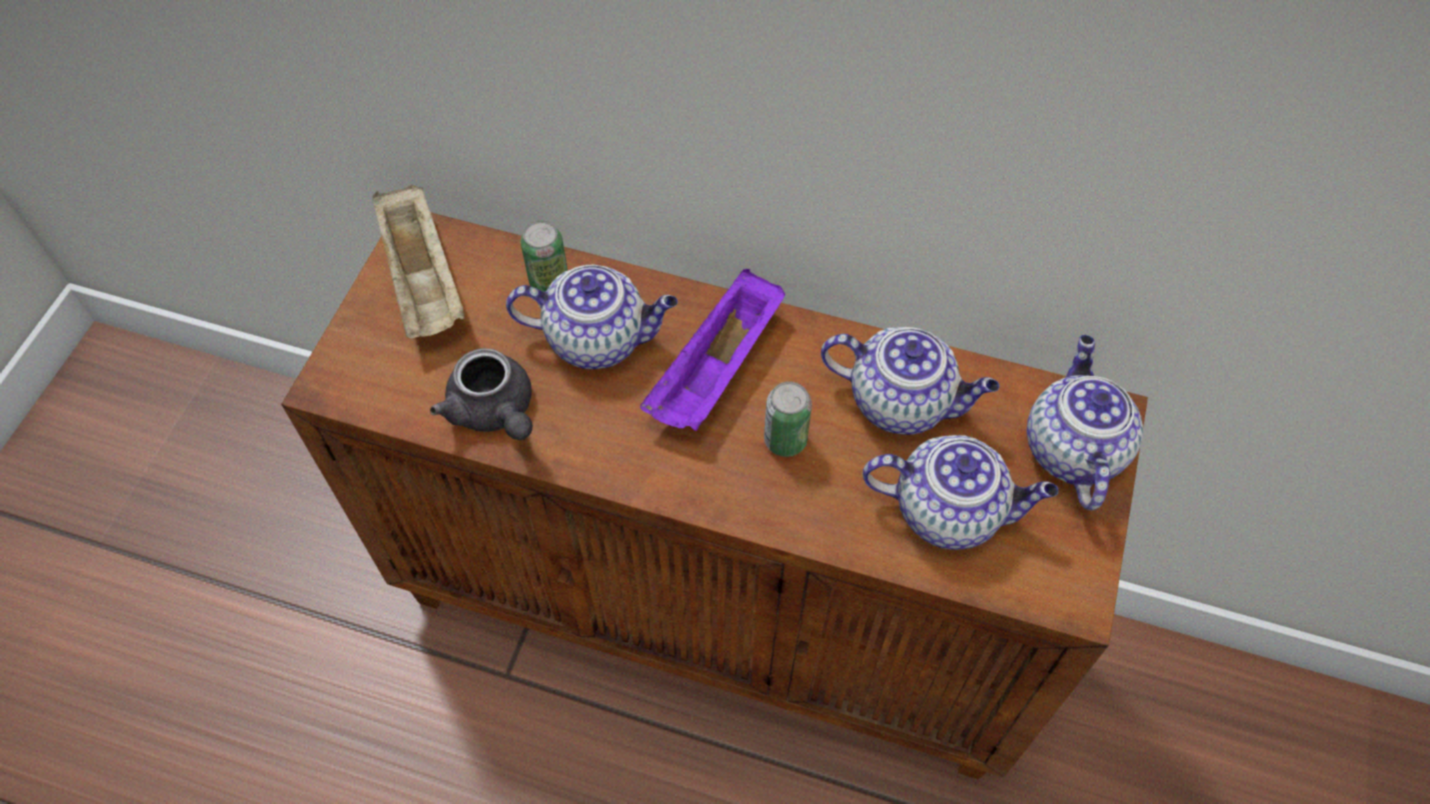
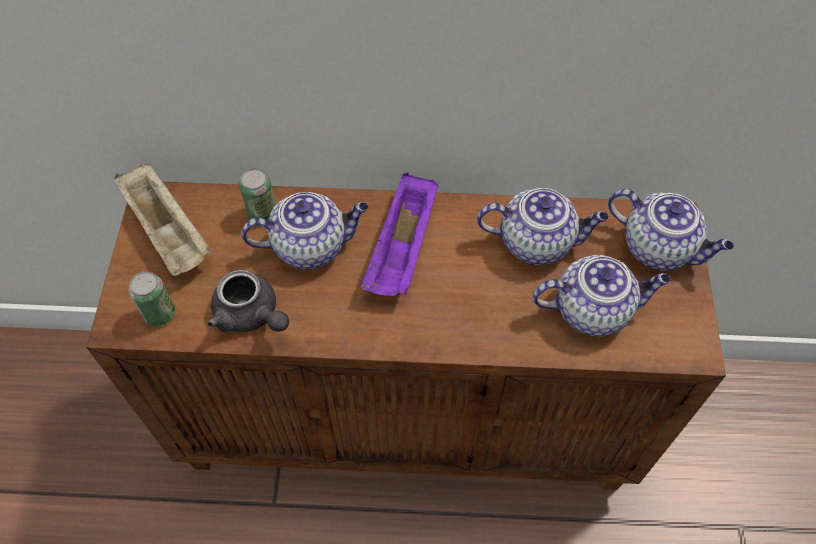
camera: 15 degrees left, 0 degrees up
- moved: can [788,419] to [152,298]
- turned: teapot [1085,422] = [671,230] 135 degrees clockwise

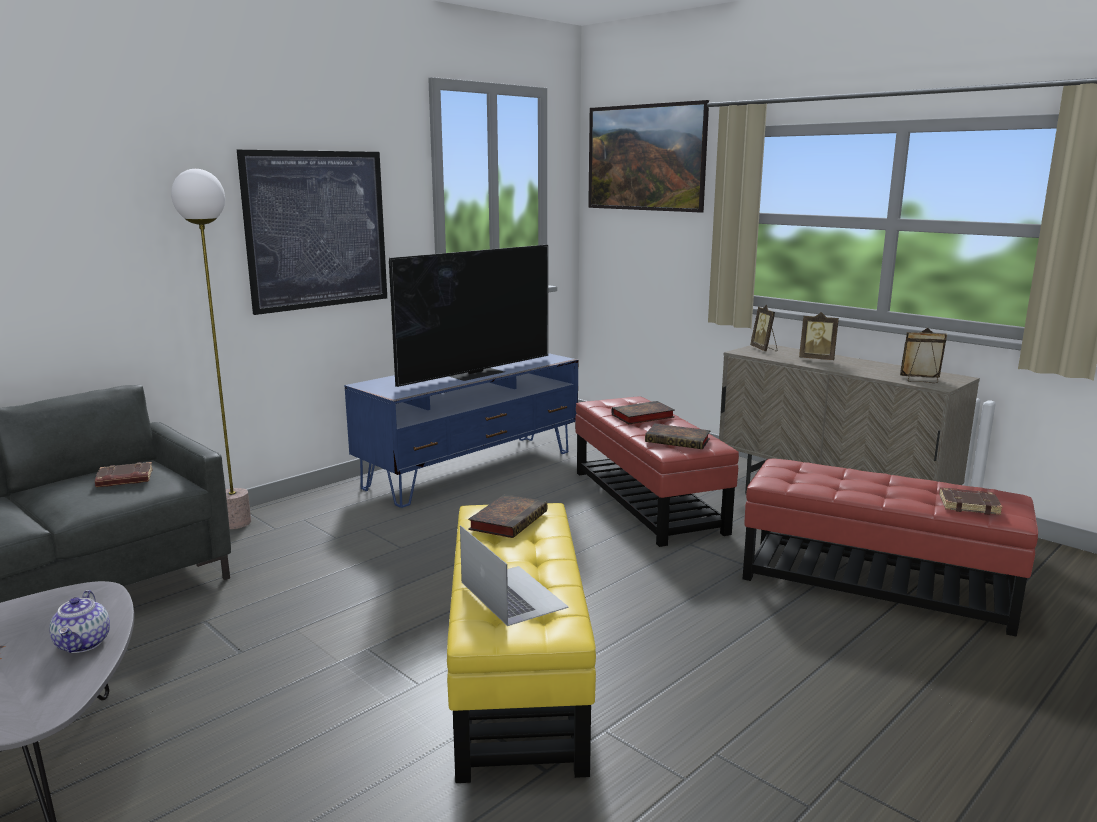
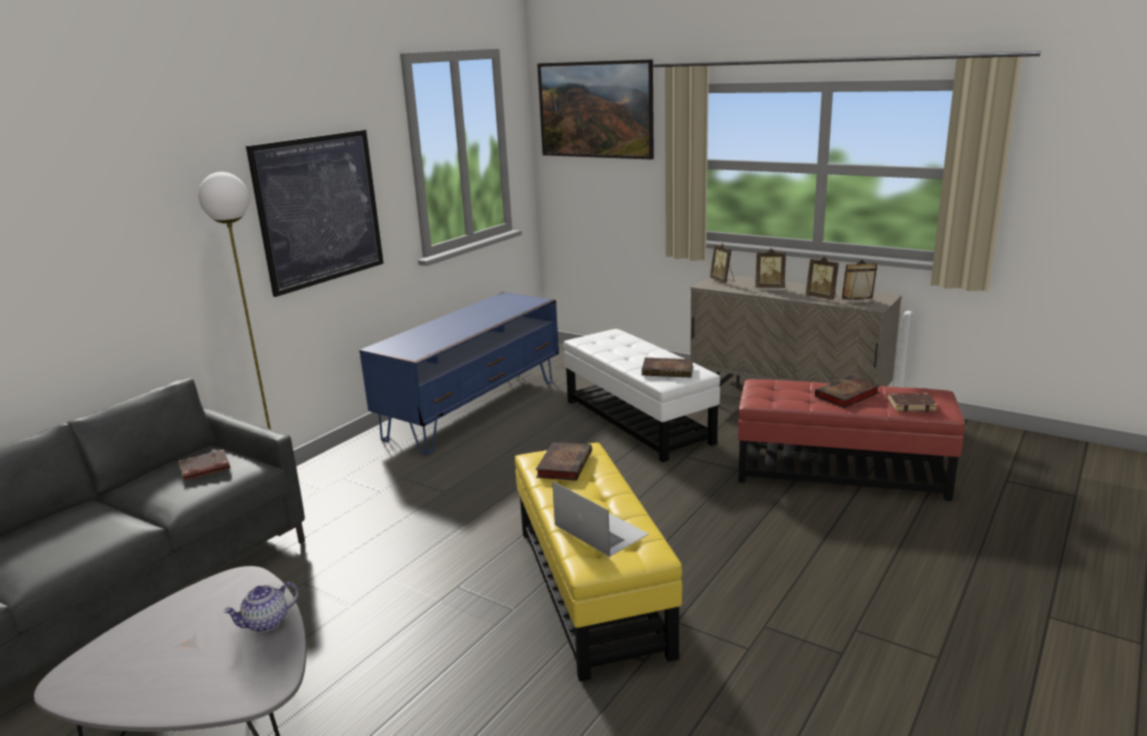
camera: 10 degrees left, 5 degrees up
- turned: teapot [79,621] = [261,607] 75 degrees clockwise
- recoloured: ottoman/red [657,472] to ottoman/white [641,395]
- added: picture frame [822,278]
- moved: book [642,412] to [847,391]
- removed: television [468,316]

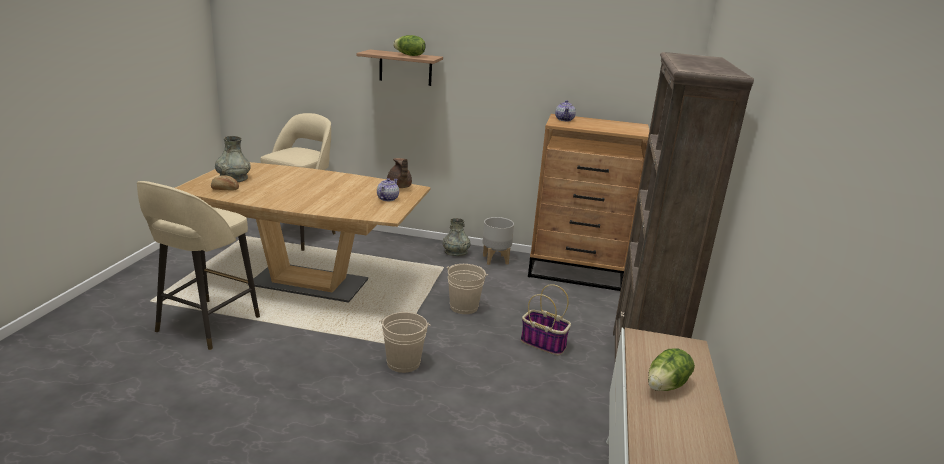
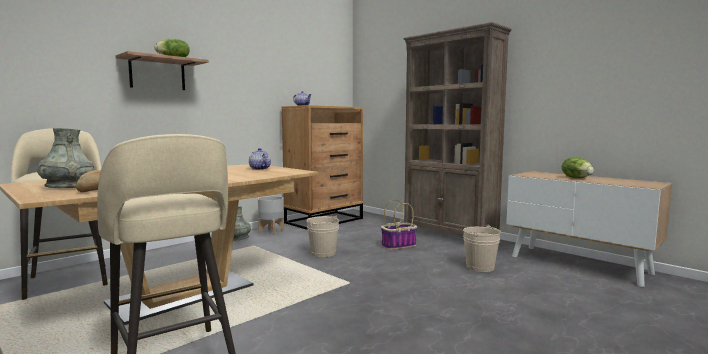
camera: 55 degrees left, 15 degrees down
- moved: bucket/beige [404,342] to [482,248]
- removed: teapot/brown [399,173]

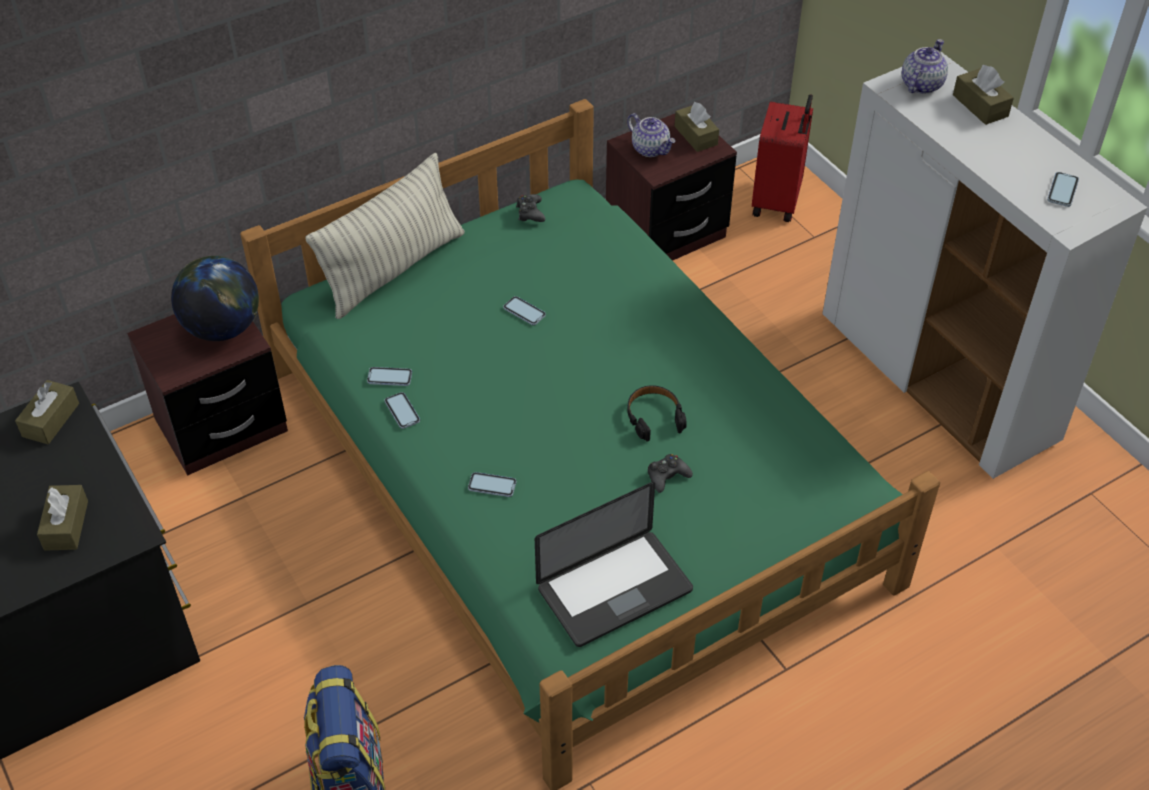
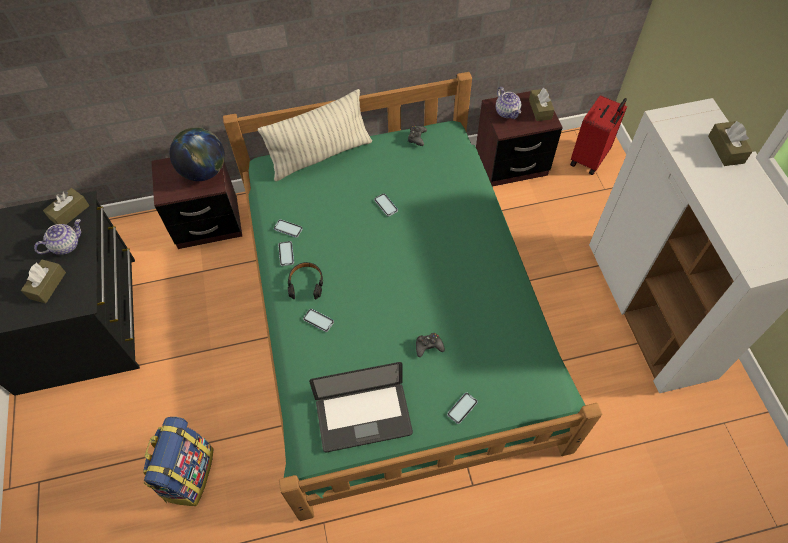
camera: 20 degrees right, 10 degrees up
- moved: teapot [925,66] to [57,237]
- moved: headphones/black [657,413] to [305,280]
- moved: phone [1063,189] to [462,408]

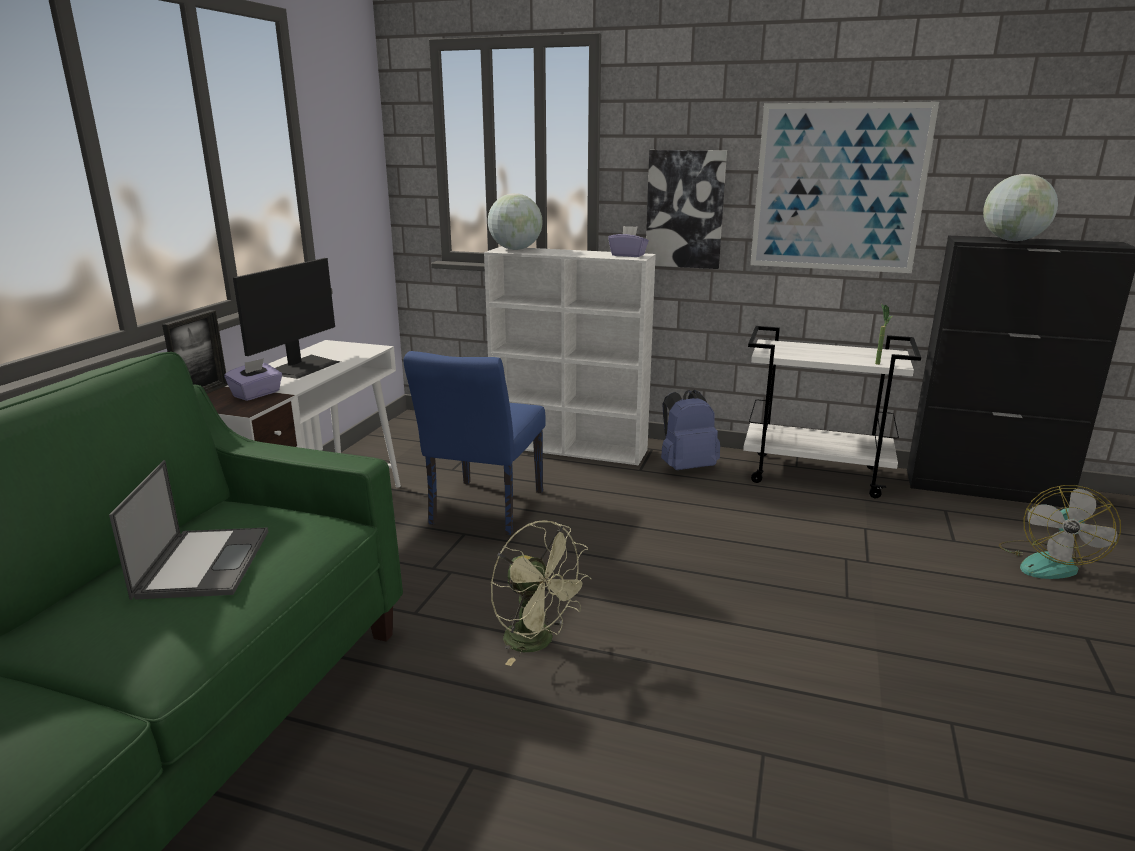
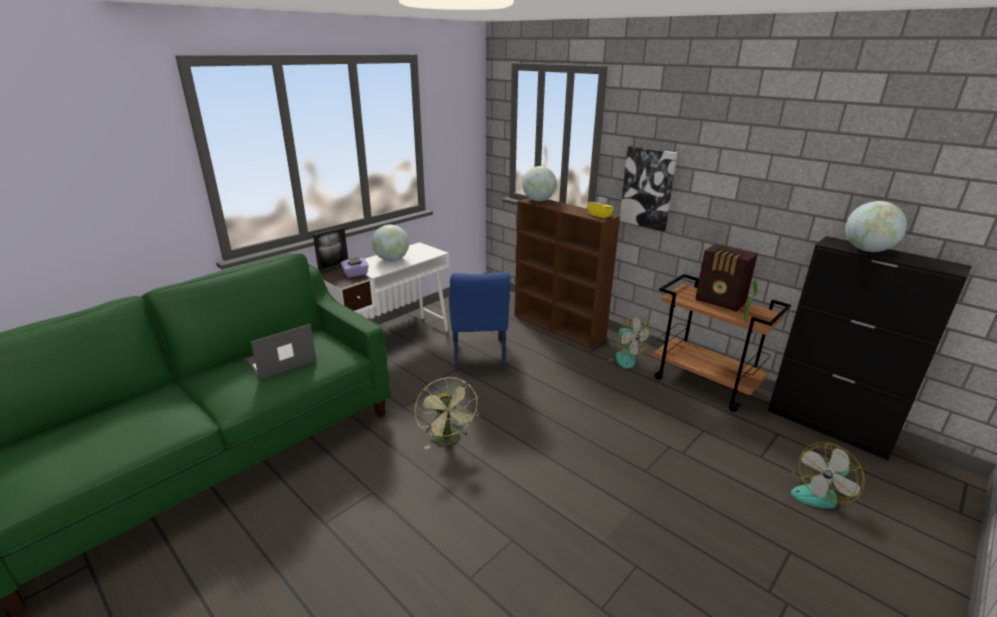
camera: 25 degrees right, 5 degrees up
- turned: laptop [188,530] = [281,352] 150 degrees counterclockwise
- replaced: monitor [287,318] to globe [390,243]
- turned: chair/blue [475,443] = [479,321] 45 degrees counterclockwise
- recoloured: bookcase/white [570,355] to bookcase/brown [567,273]
- recoloured: tissue box/purple [628,241] to tissue box/yellow [600,207]
- replaced: backpack/blue [690,430] to fan [624,342]
- recoloured: cart/white [832,412] to cart/brown [721,343]
- added: radio [726,278]
- removed: picture [844,187]

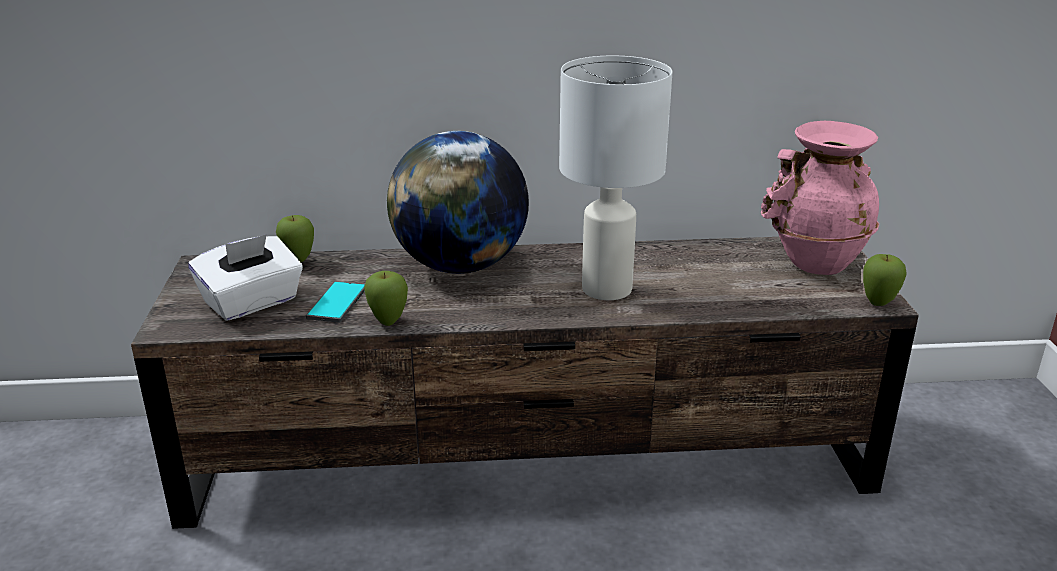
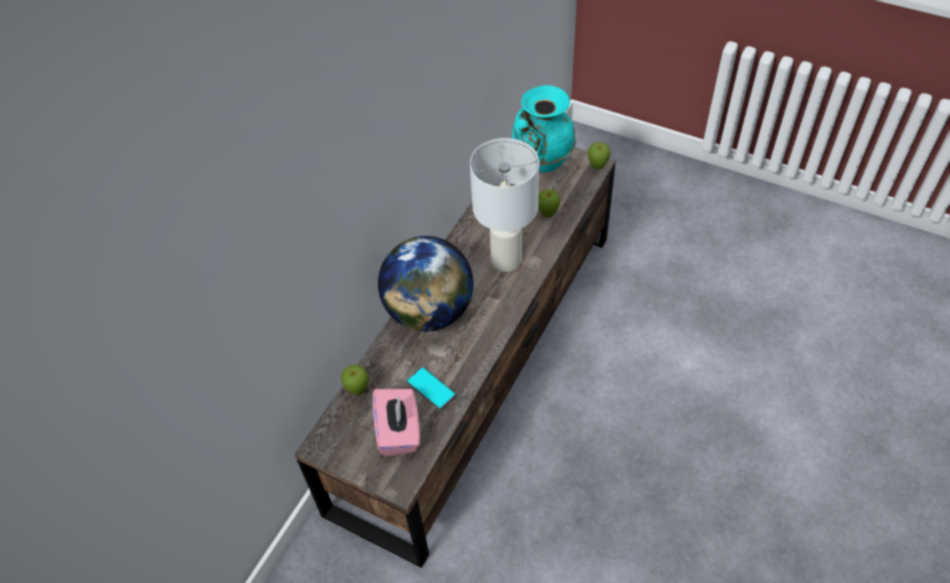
camera: 55 degrees left, 25 degrees up
- recoloured: tissue box/white [245,277] to tissue box/pink [396,422]
- recoloured: vase/pink [820,198] to vase/turquoise [544,128]
- moved: apple [386,298] to [549,204]

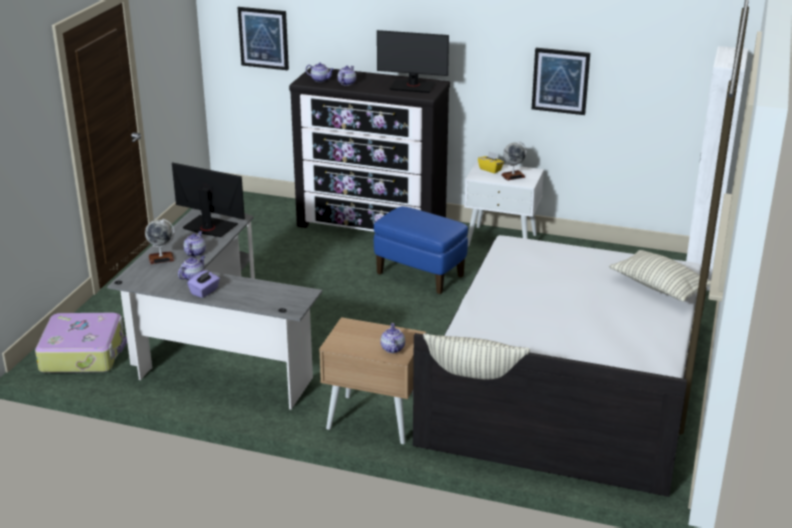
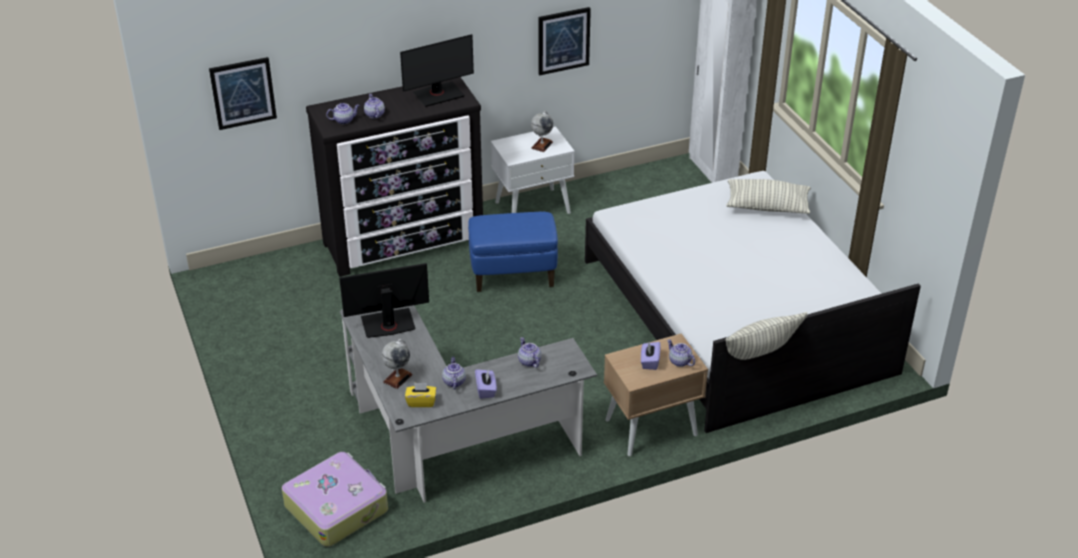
camera: 40 degrees left, 10 degrees up
- moved: tissue box/yellow [491,162] to [420,394]
- moved: teapot [194,244] to [529,352]
- added: tissue box/purple [651,356]

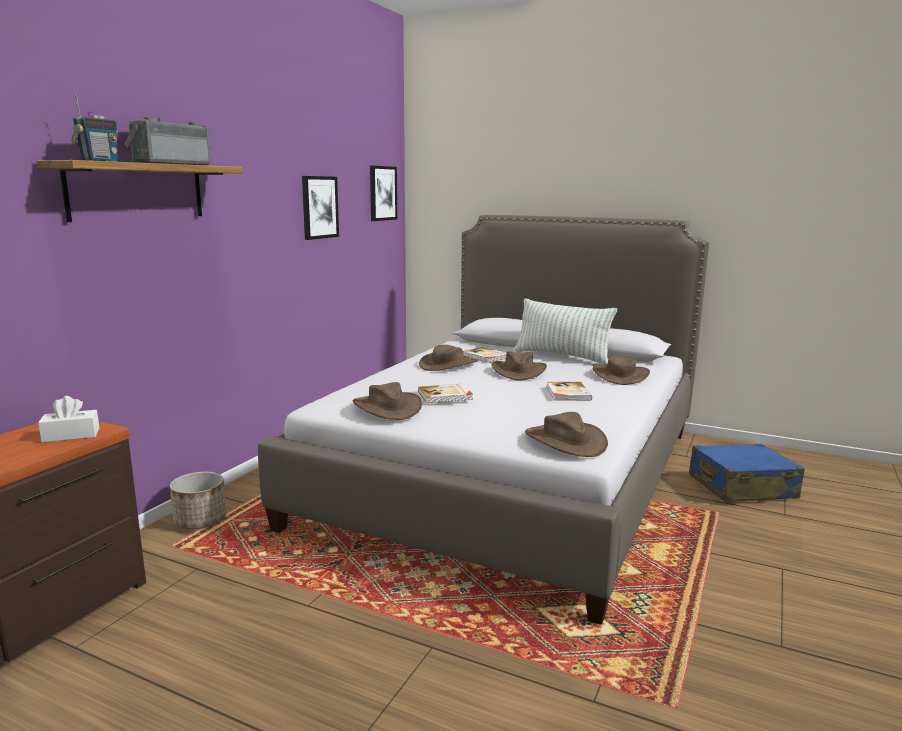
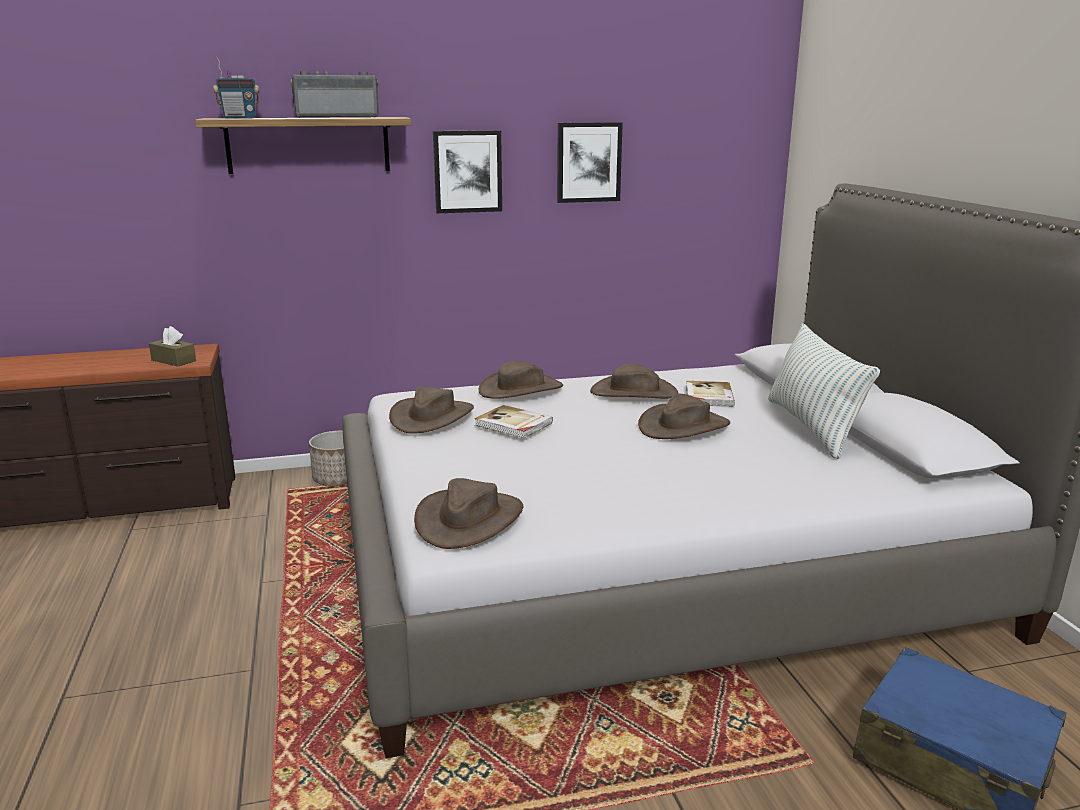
camera: 50 degrees right, 5 degrees up
- recoloured: tissue box/white [68,419] to tissue box/brown [172,346]
- moved: picture [383,193] to [467,171]
- moved: hat/brown [621,370] to [520,380]
- removed: book [569,391]

